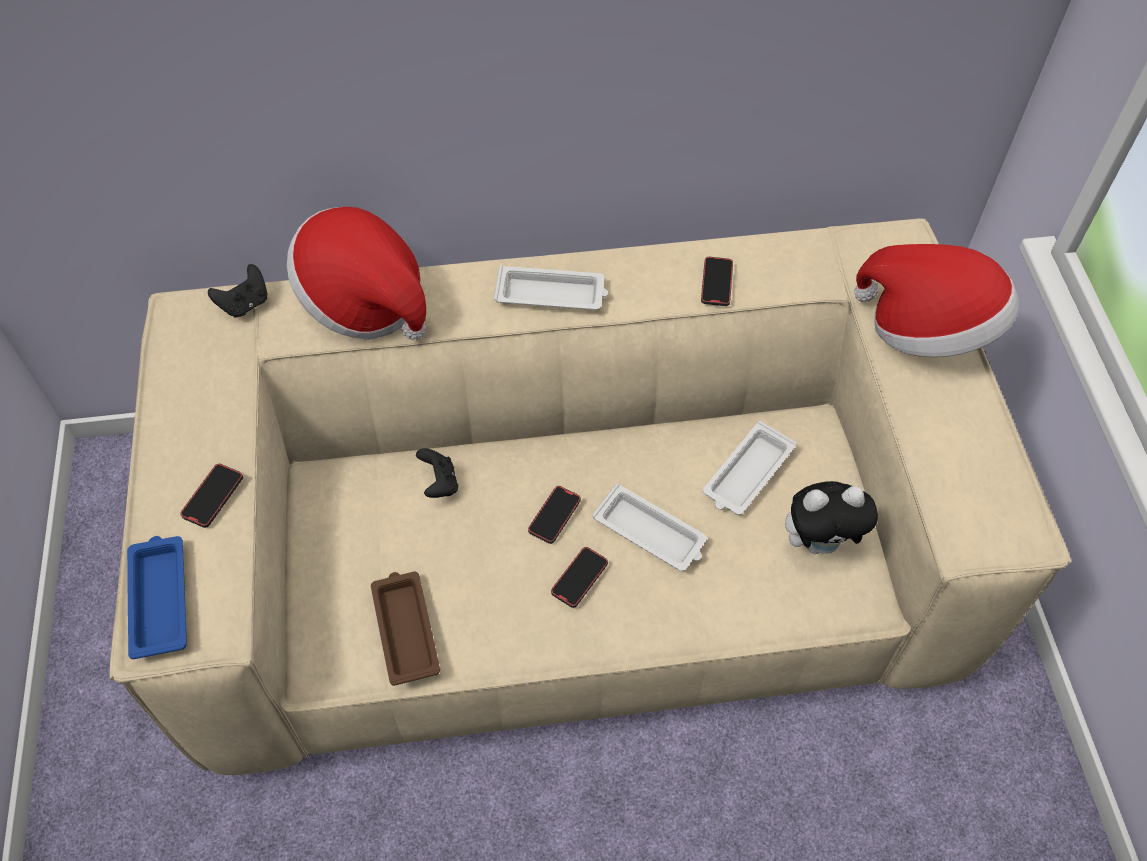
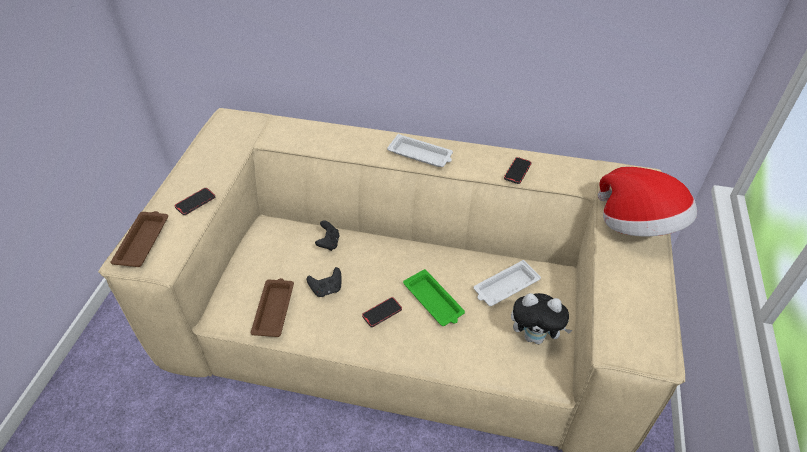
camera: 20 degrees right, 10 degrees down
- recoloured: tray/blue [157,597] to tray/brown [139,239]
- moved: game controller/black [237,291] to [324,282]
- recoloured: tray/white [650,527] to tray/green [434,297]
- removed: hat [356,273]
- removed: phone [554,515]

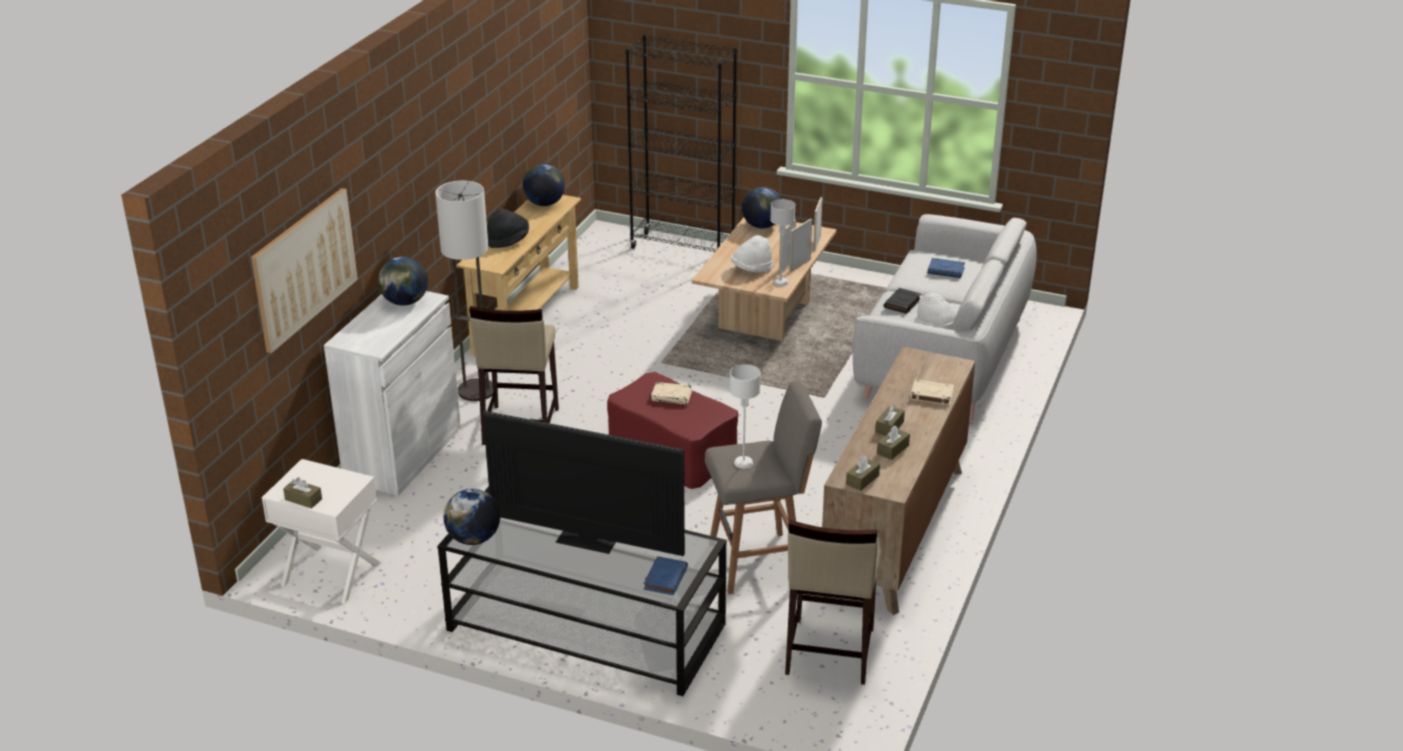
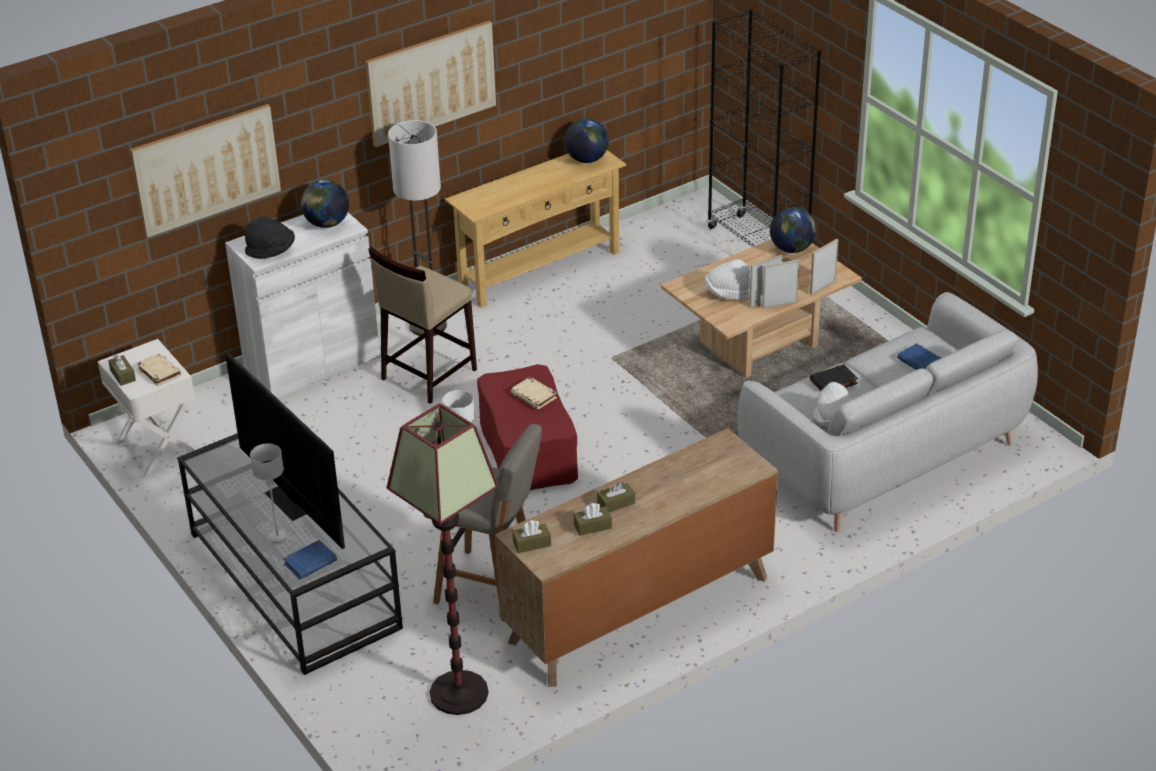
camera: 35 degrees right, 5 degrees up
- moved: book/beige [932,392] to [159,369]
- moved: hat/black [508,228] to [270,237]
- moved: table lamp/grey [782,242] to [269,494]
- added: picture [430,84]
- replaced: stool/beige [833,602] to floor lamp [443,559]
- removed: globe [472,517]

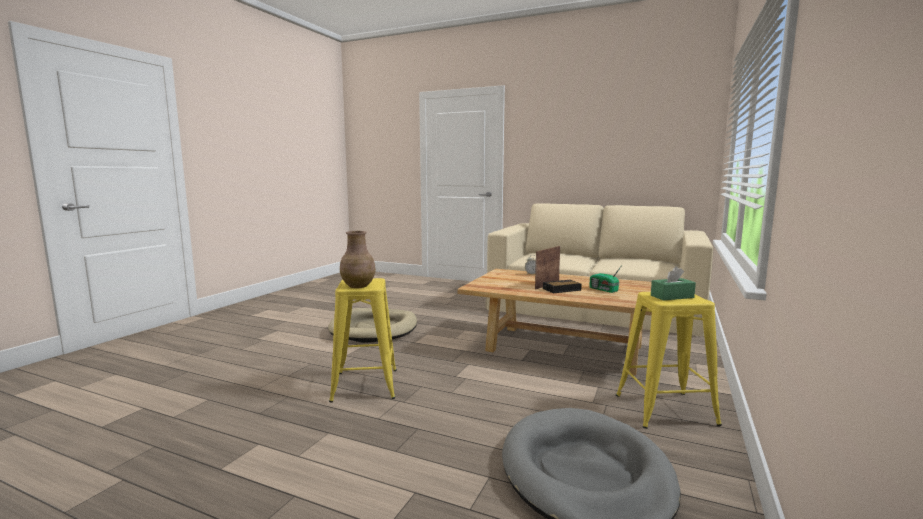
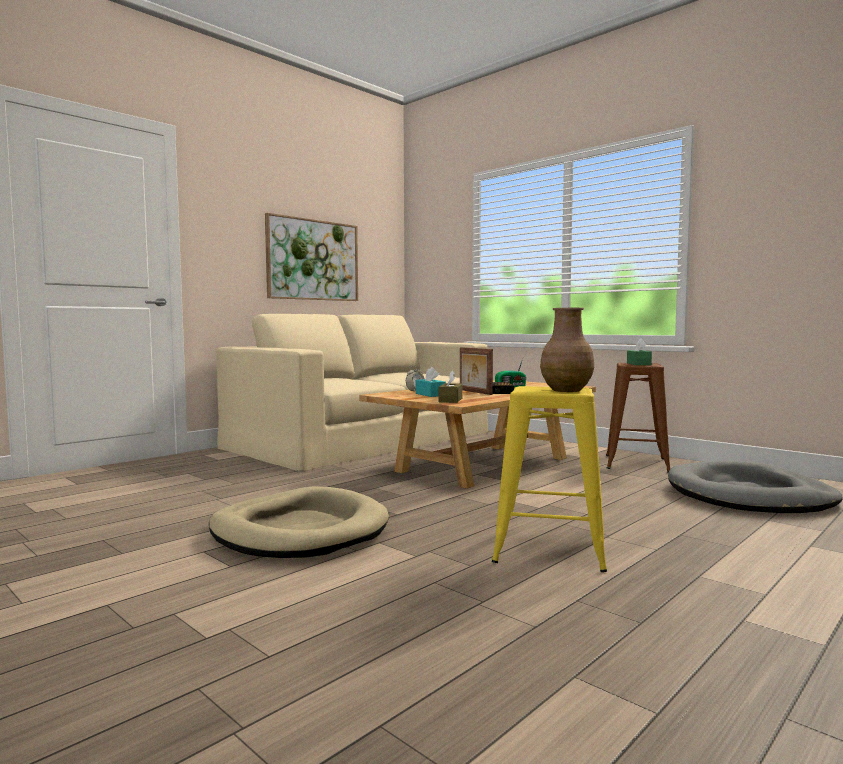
camera: 70 degrees left, 5 degrees down
- added: picture [311,257]
- added: tissue box/turquoise [431,382]
- added: tissue box/brown [451,386]
- recoloured: stool/yellow [669,360] to stool/brown [638,418]

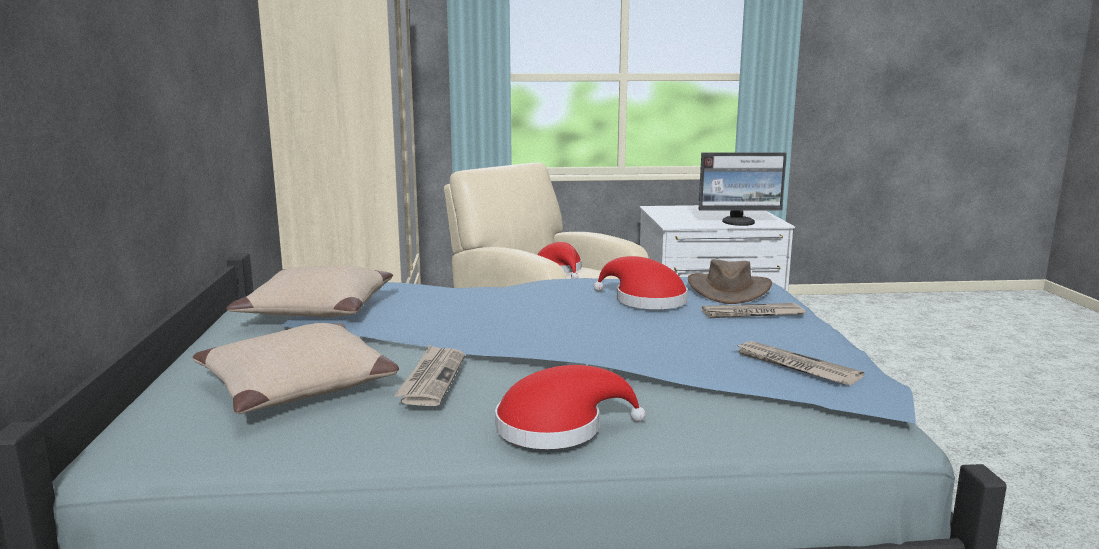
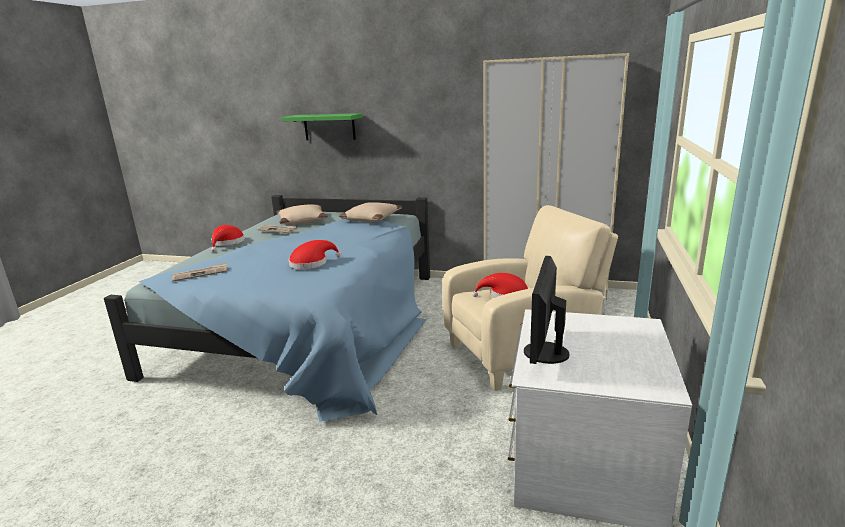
camera: 110 degrees right, 5 degrees up
- added: shelf/green [322,126]
- removed: hat/brown [730,281]
- removed: newspaper [753,310]

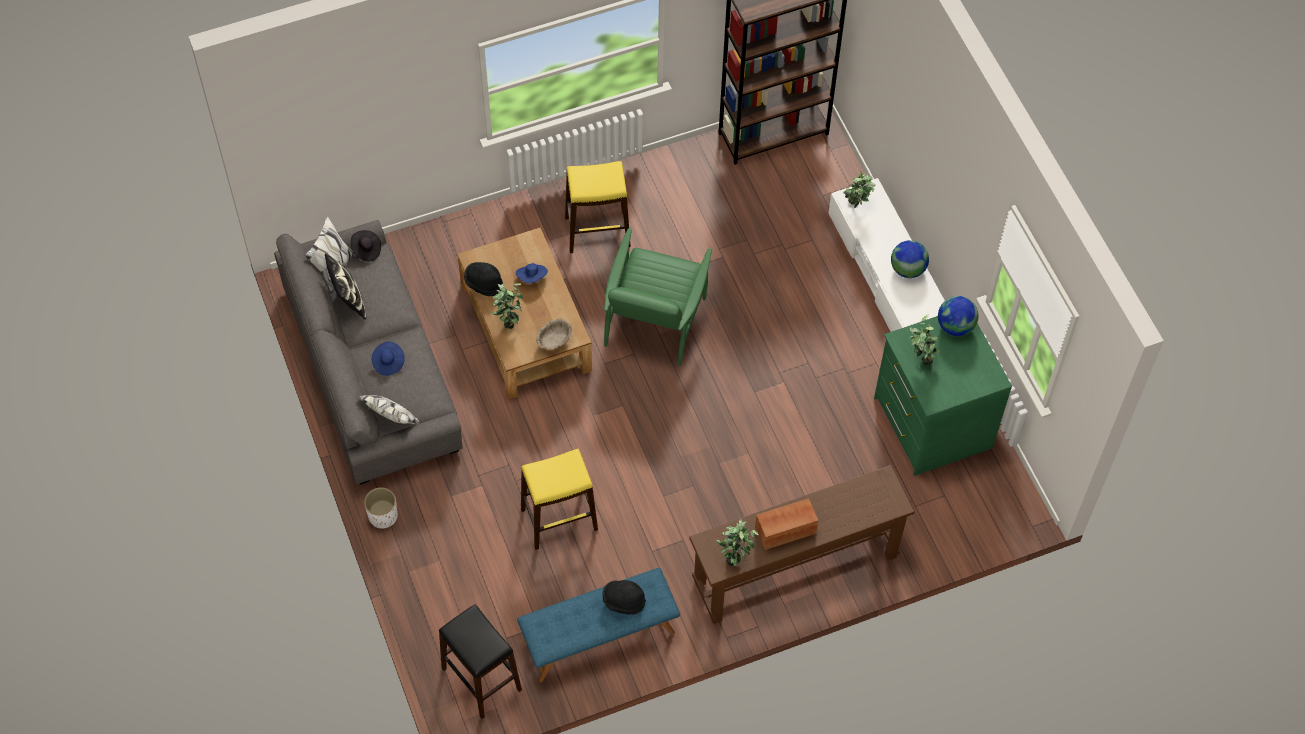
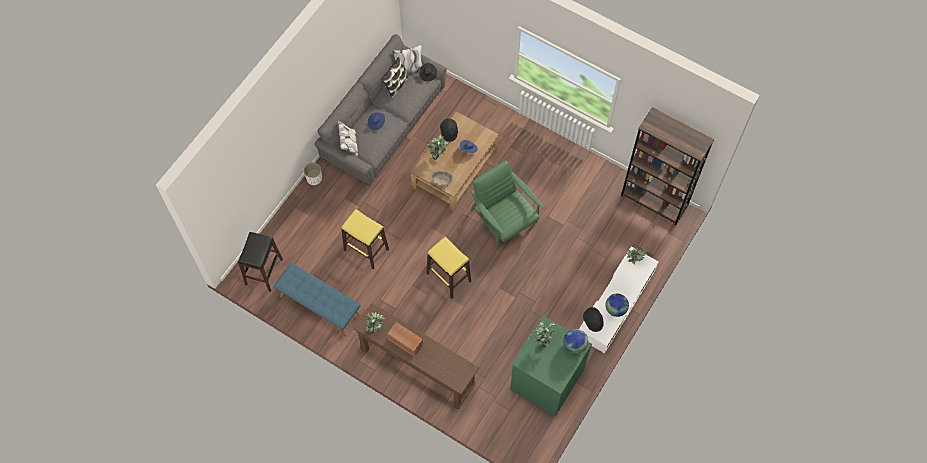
camera: 55 degrees right, 5 degrees up
- moved: stool/yellow [598,207] to [448,267]
- turned: armchair/green [658,297] = [507,204] 75 degrees clockwise
- moved: hat/black [624,597] to [593,319]

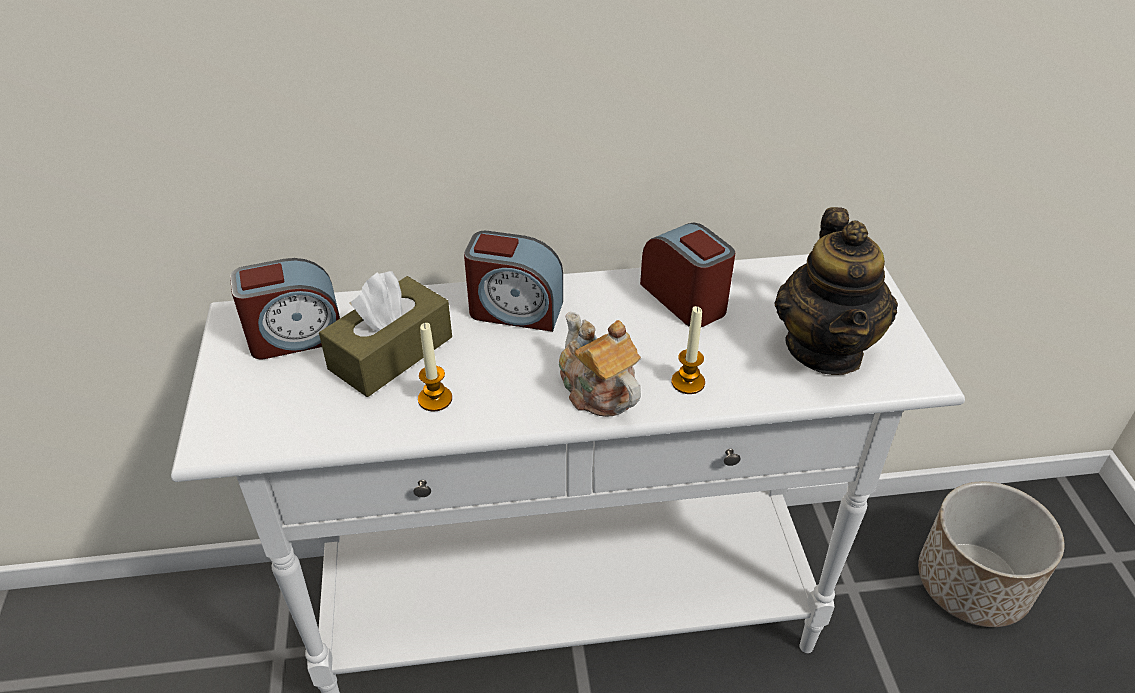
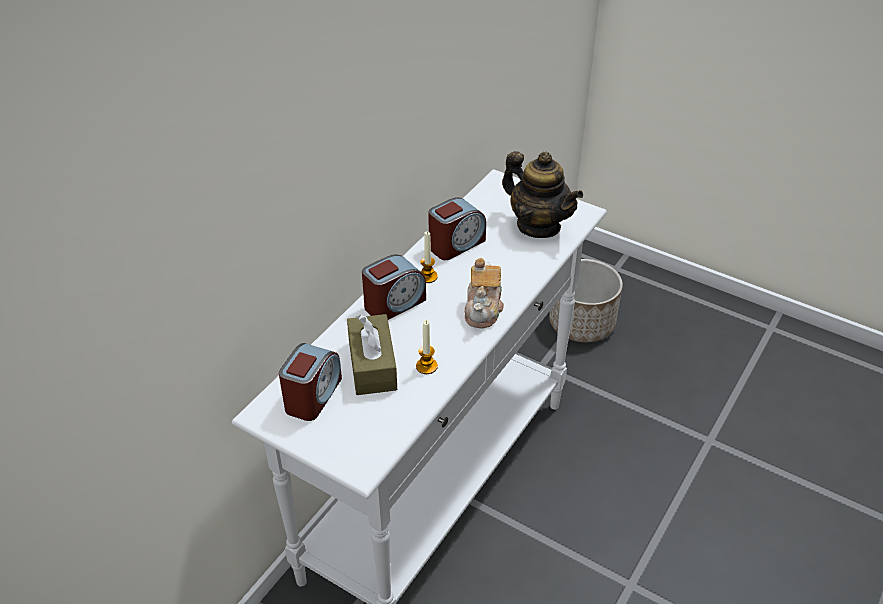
camera: 50 degrees left, 0 degrees up
- moved: candle [688,350] to [429,257]
- turned: alarm clock [687,274] = [457,228] 135 degrees clockwise
- turned: teapot [600,364] = [484,293] 90 degrees counterclockwise

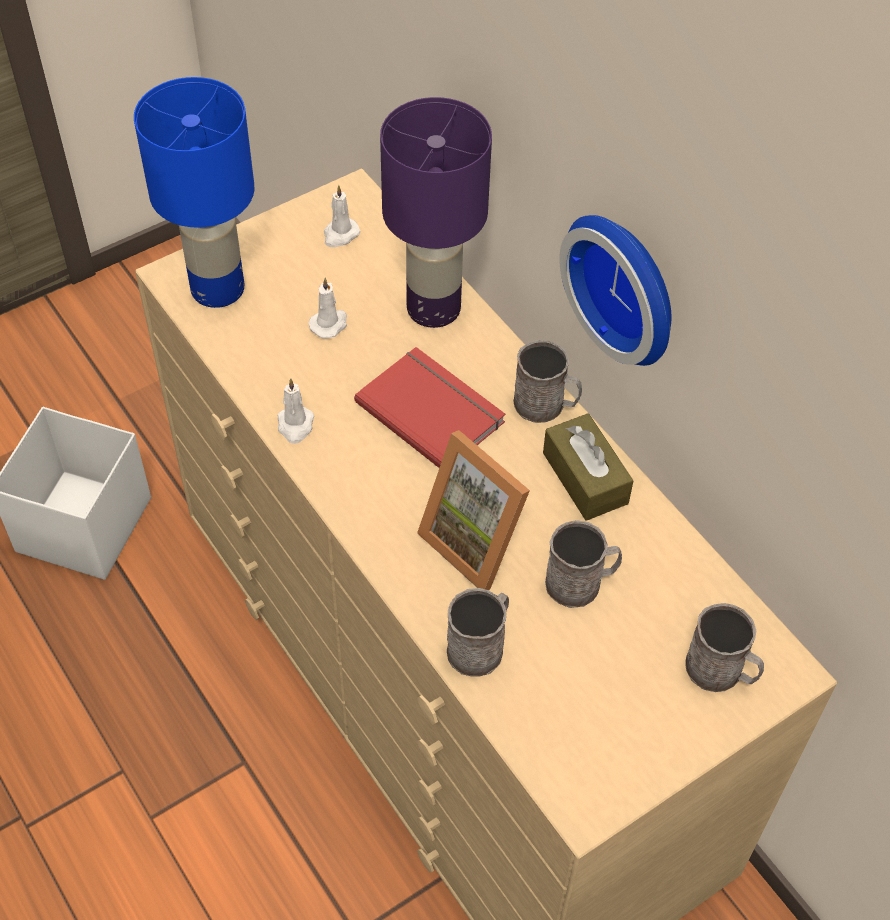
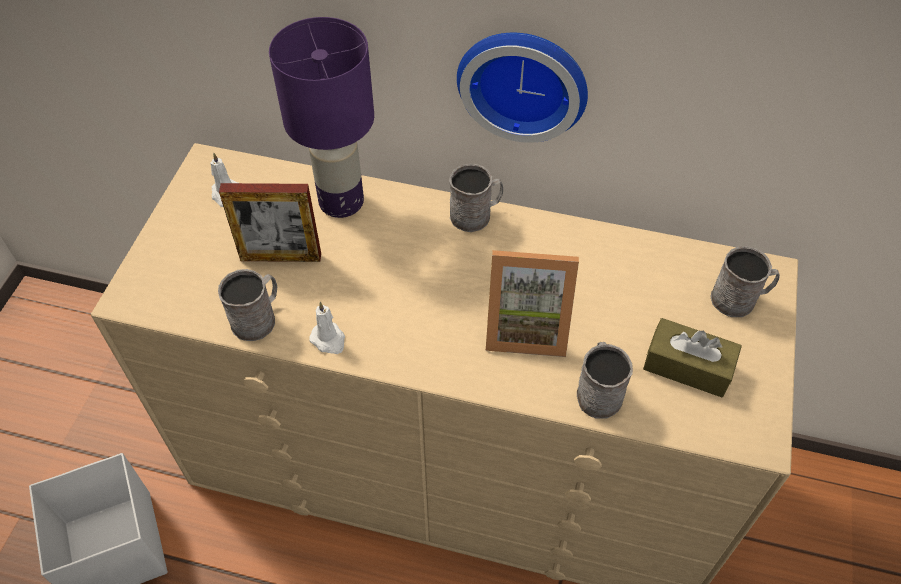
camera: 40 degrees left, 0 degrees up
- moved: mug/grey [583,564] to [247,305]
- replaced: candle/white [328,308] to picture frame [270,222]
- moved: tissue box/brown [588,467] to [692,357]
- removed: table lamp/blue [194,192]
- removed: book/red [430,407]

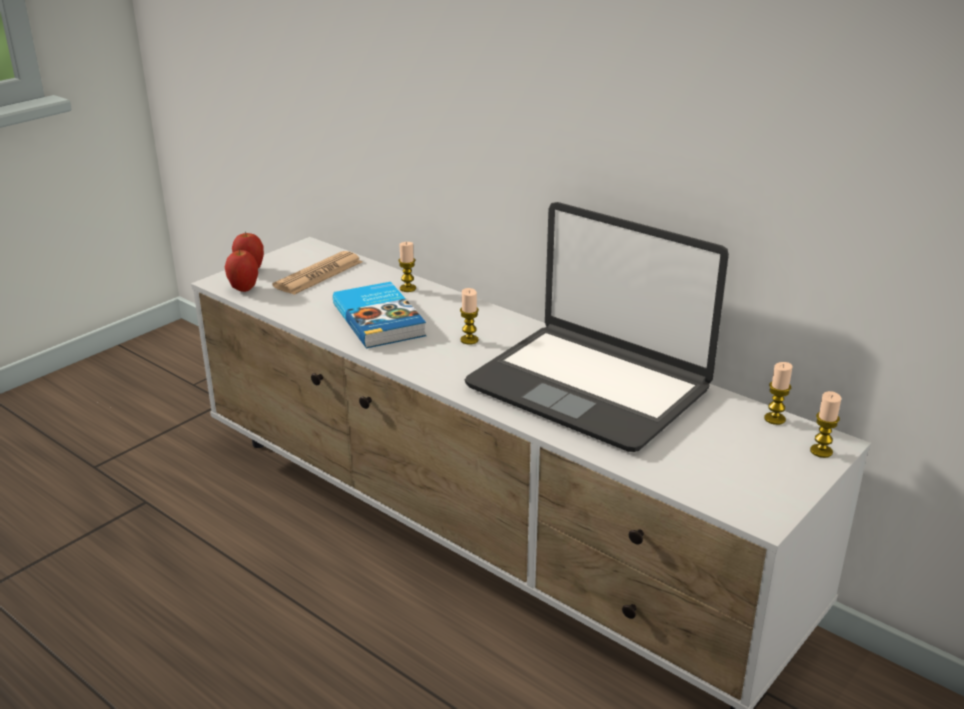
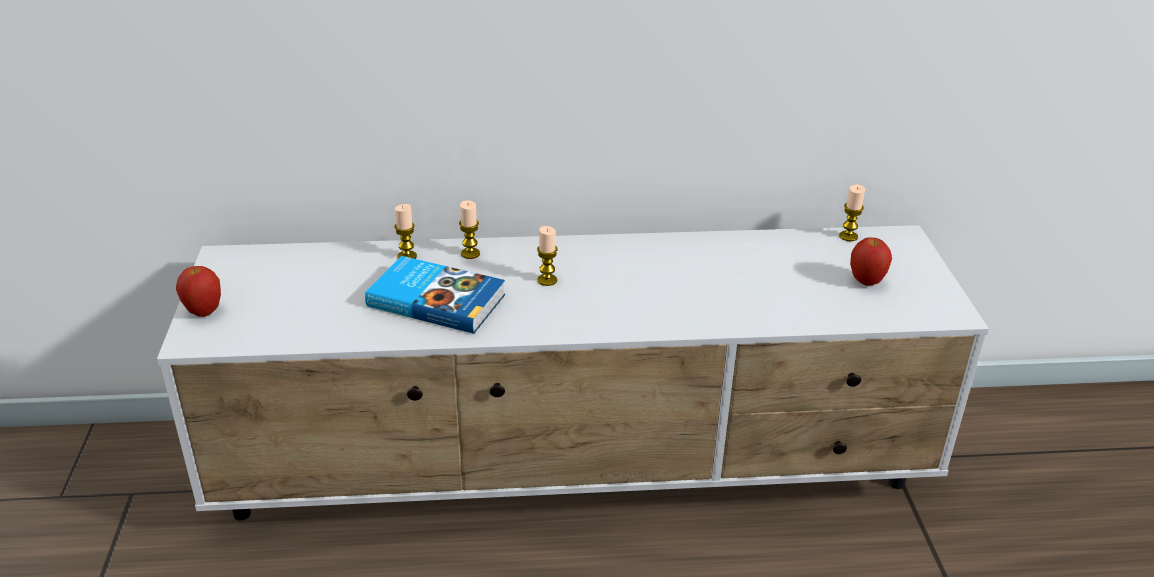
camera: 45 degrees left, 5 degrees up
- moved: candle [825,424] to [469,229]
- moved: apple [241,270] to [871,261]
- removed: newspaper [318,273]
- removed: laptop [597,327]

